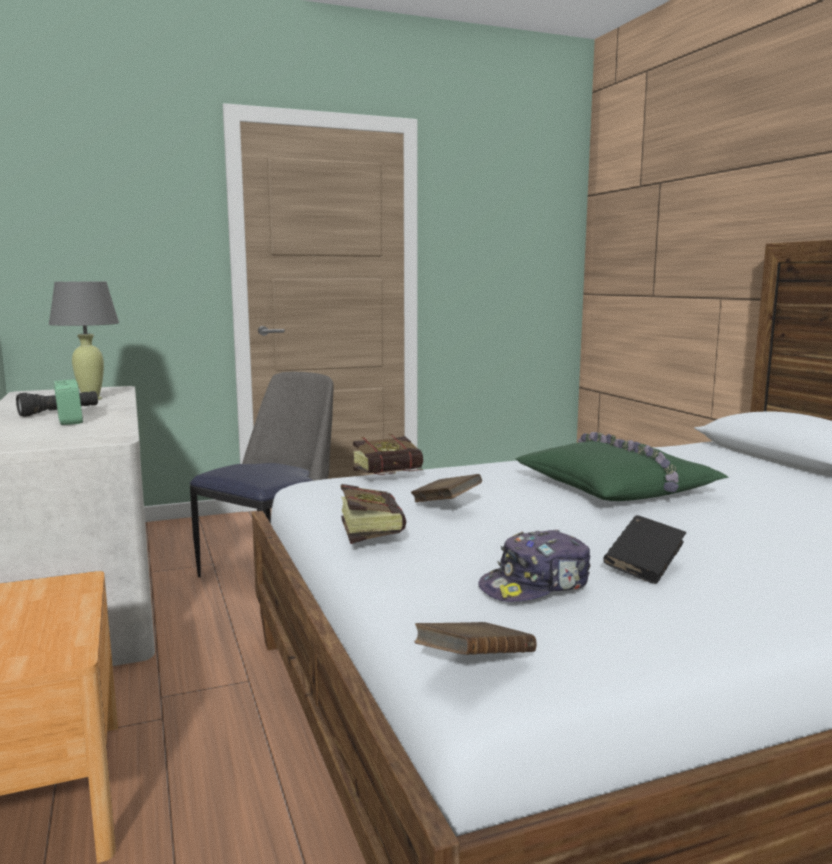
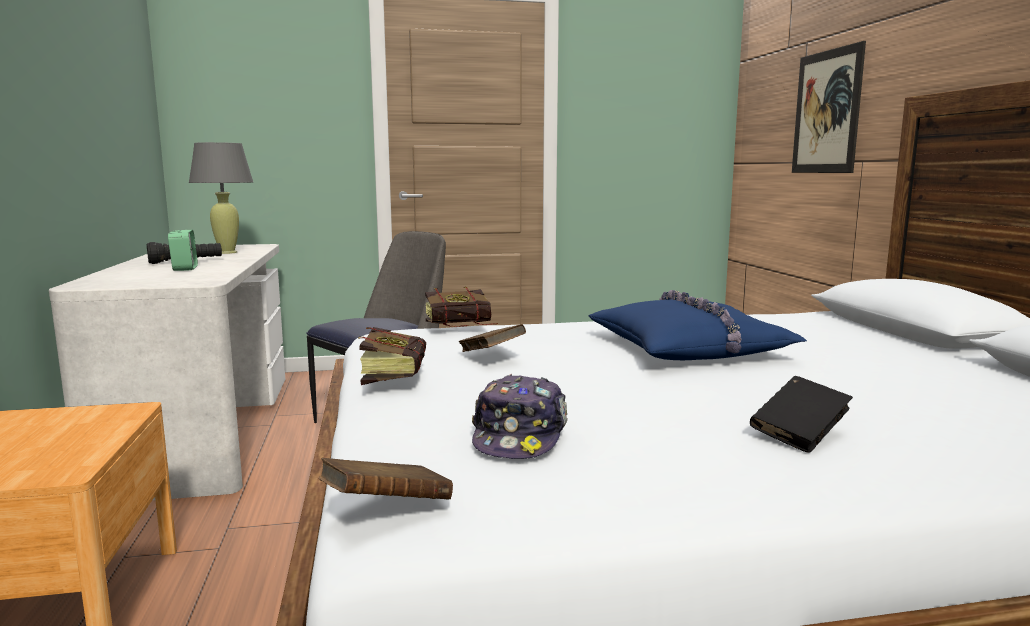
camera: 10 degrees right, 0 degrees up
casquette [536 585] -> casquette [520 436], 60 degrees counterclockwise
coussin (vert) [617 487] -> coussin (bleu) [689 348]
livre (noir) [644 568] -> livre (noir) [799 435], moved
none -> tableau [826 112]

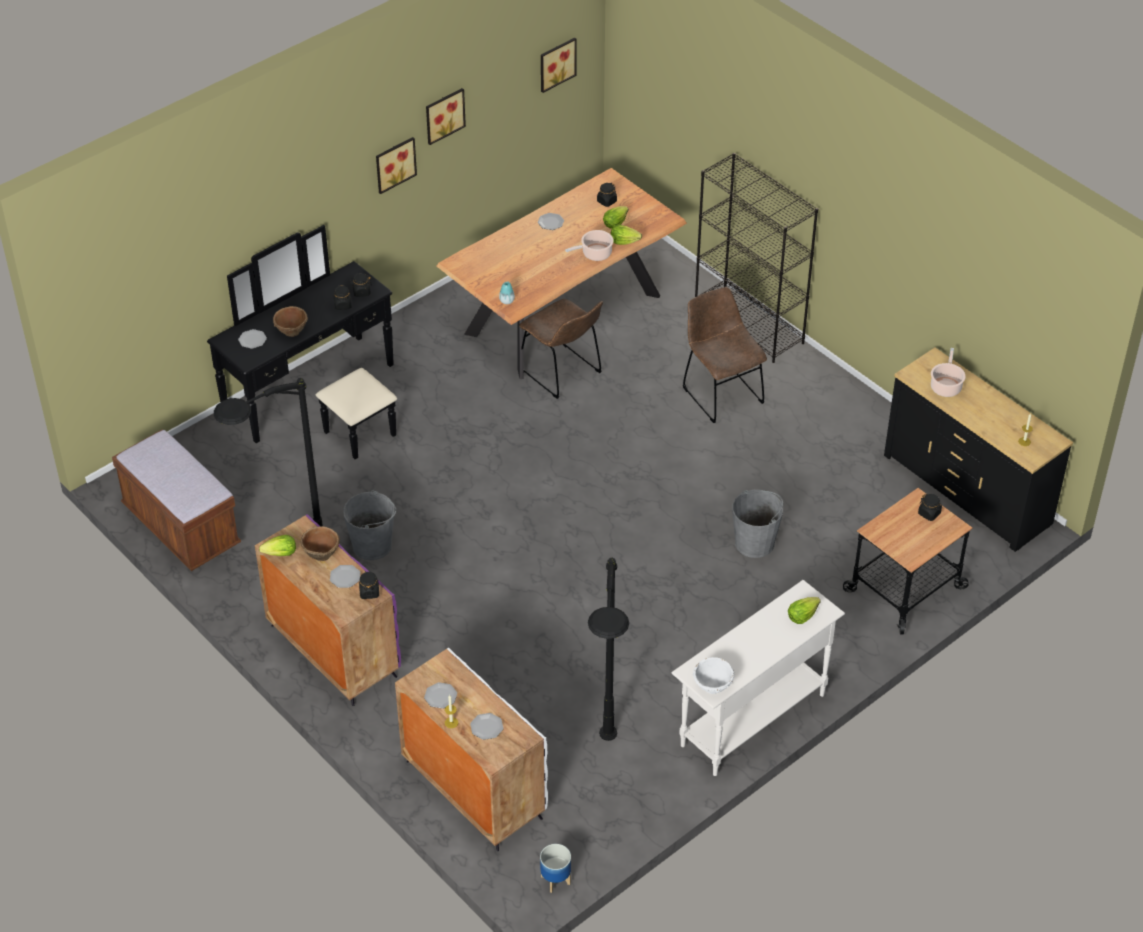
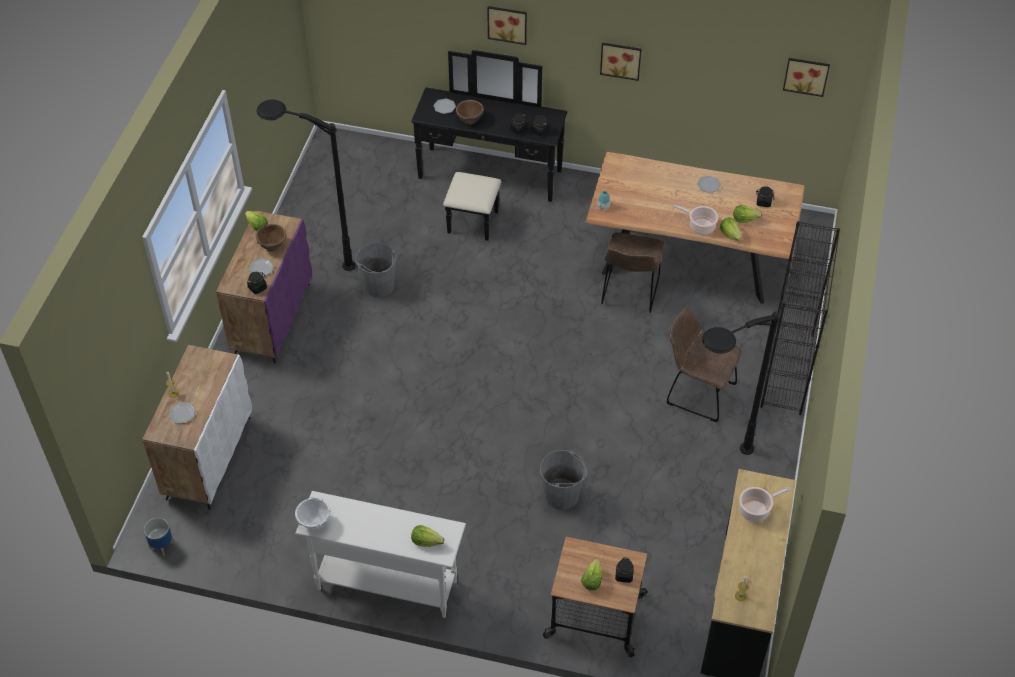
camera: 55 degrees right, 5 degrees up
banc (marron) [181 527] -> none
assiette [440 696] -> none
tableau [443 115] -> tableau [507 23], moved
lampadaire (noir) [606 780] -> lampadaire (noir) [710 469], moved
chaise (marron) [720 393] -> chaise (marron) [697 392], 90 degrees counterclockwise
none -> laitue [592 580]

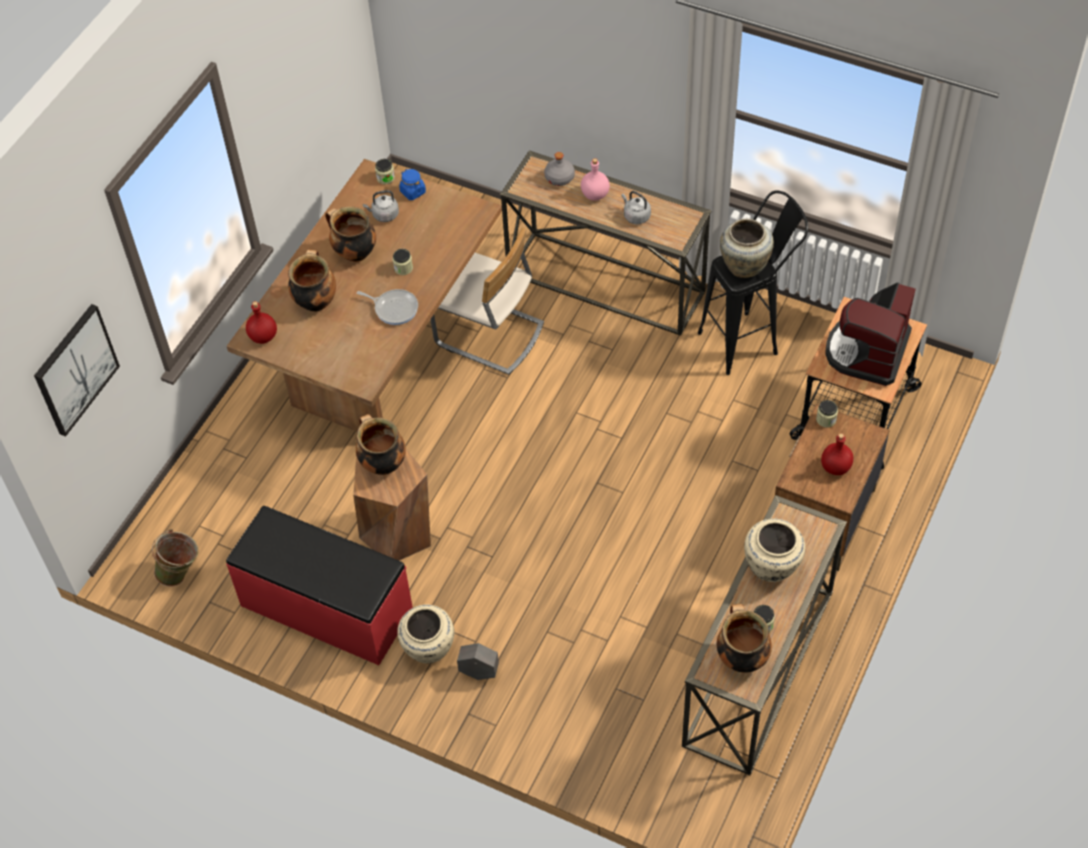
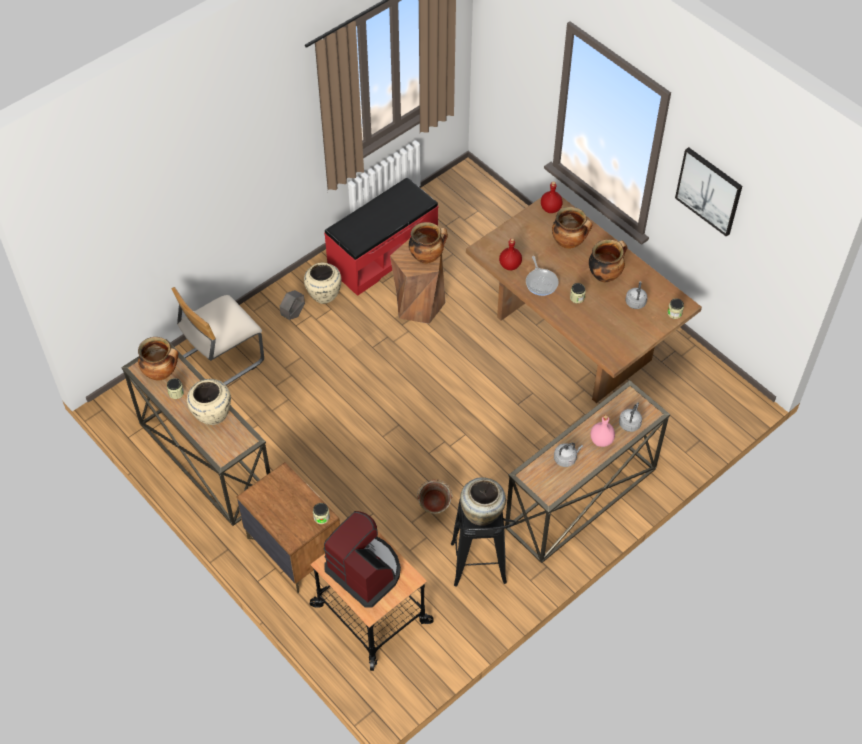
camera: 110 degrees right, 0 degrees up
tableau [75 369] -> tableau [709 191], moved
seau (vert) [181 573] -> seau (vert) [434 511], moved
poêle [394 308] -> poêle [541 282], 60 degrees counterclockwise
bocal (bleu) [412 192] -> none
chaise (beige) [489 335] -> chaise (beige) [221 360], moved
bouteille (gris) [559 178] -> bouilloire (gris) [630 423]
bouteille (rouge) [835 467] -> bouteille (rouge) [510 265], moved

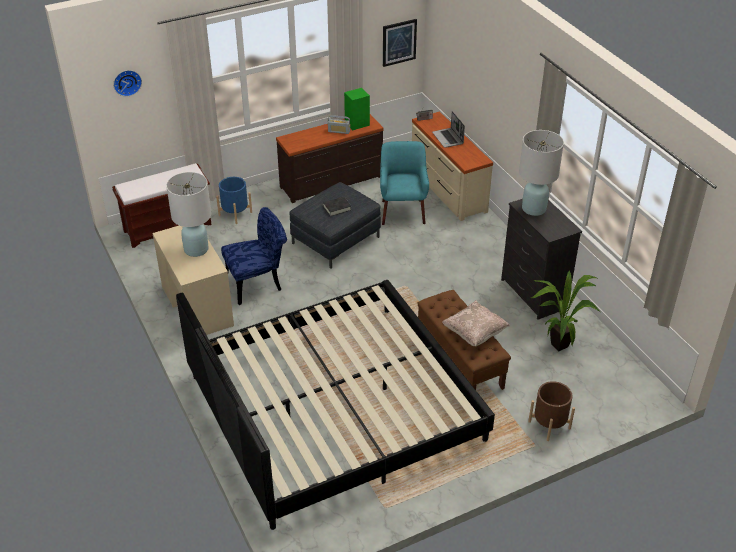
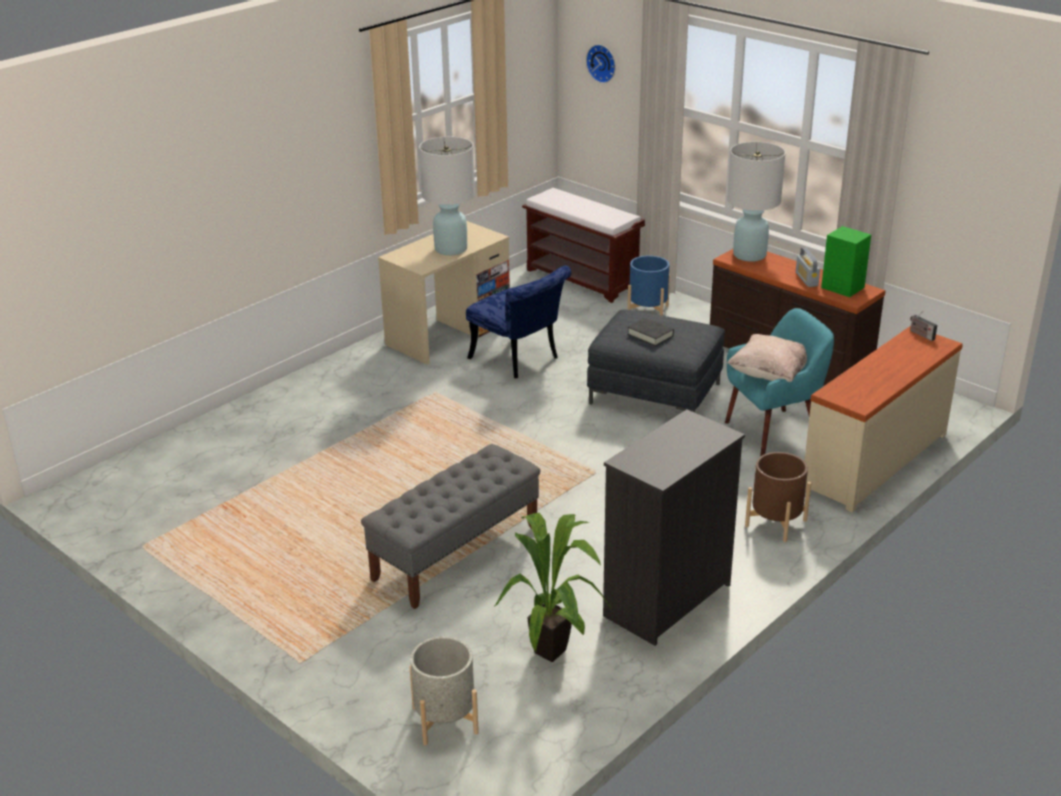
camera: 70 degrees right, 10 degrees down
lit [334 407] -> none
tableau [399 42] -> none
banc (marron) [459 360] -> banc (gris) [456 553]
ordinateur portable [448 138] -> none
coussin (beige) [474 333] -> coussin (beige) [769 374], moved
lampe de table (blanc) [533 209] -> lampe de table (blanc) [749 255], moved
cache-pot (marron) [549 425] -> cache-pot (marron) [776 523], moved
none -> cache-pot (gris) [445 720]

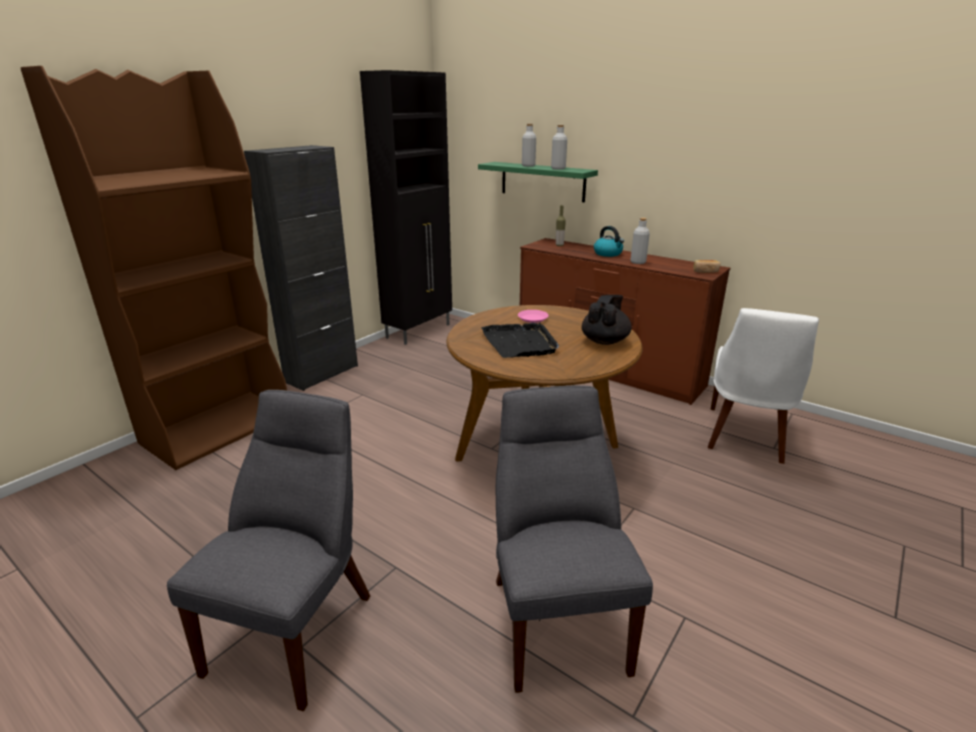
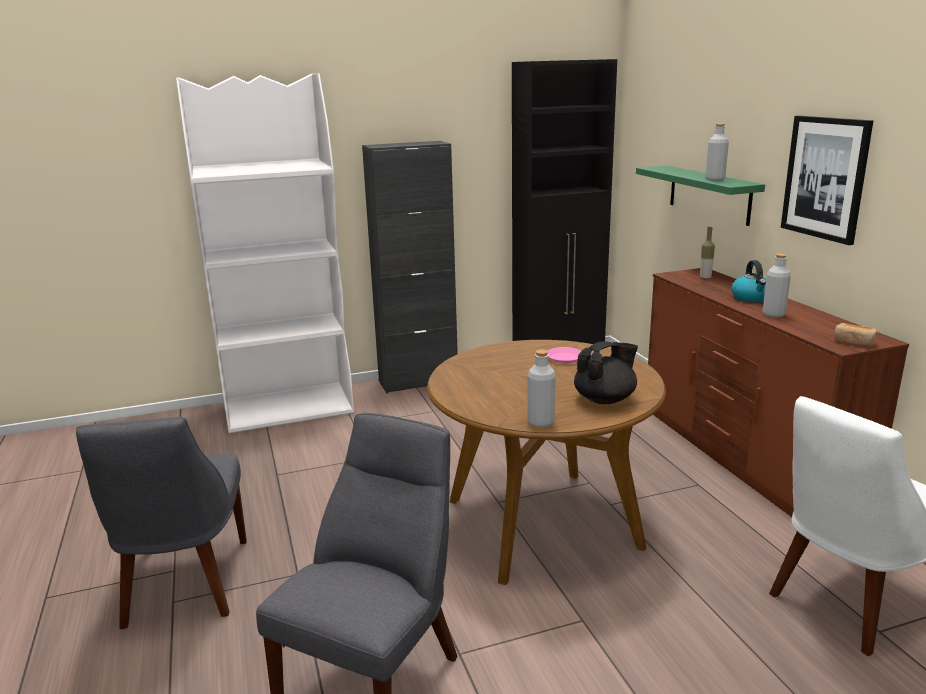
camera: 35 degrees right, 5 degrees down
bibliothèque (marron) [218 428] -> bibliothèque (blanc) [290 408]
chaise (gris) [297 627] -> chaise (gris) [184 586], 120 degrees clockwise
plateau (noir) [520 343] -> none
bouteille (gris) [528 165] -> bouteille (gris) [540 422], moved
none -> tableau [825 178]

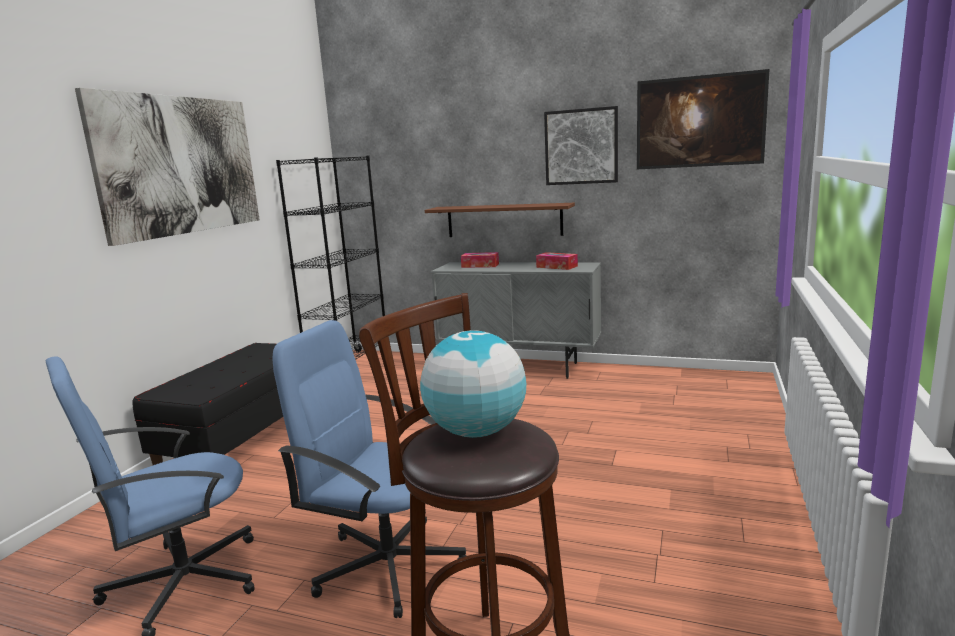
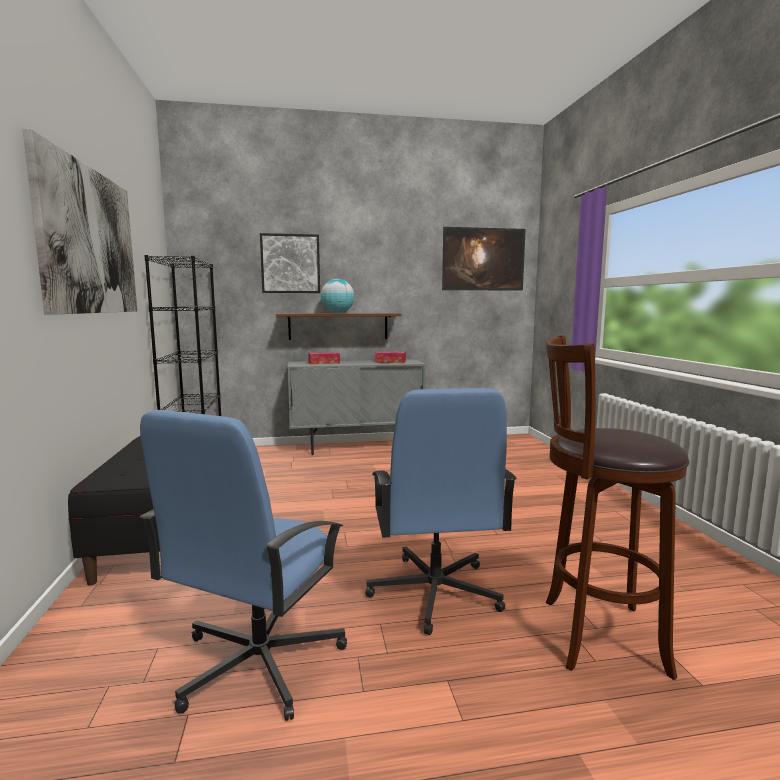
camera: 30 degrees left, 5 degrees down
chaise de bureau (bleu) [387 564] -> chaise de bureau (bleu) [434 593], 90 degrees counterclockwise
globe [476 432] -> globe [337 313], moved
tableau [581 146] -> tableau [290 264], moved

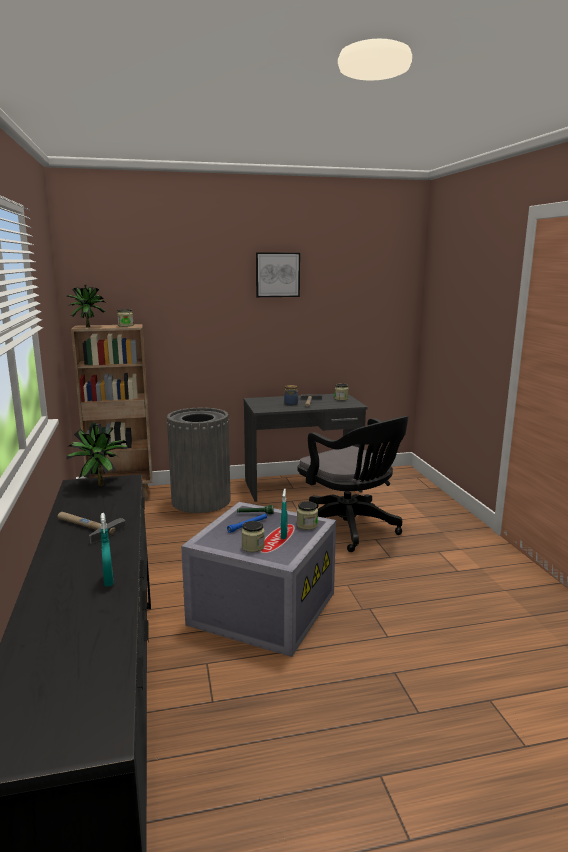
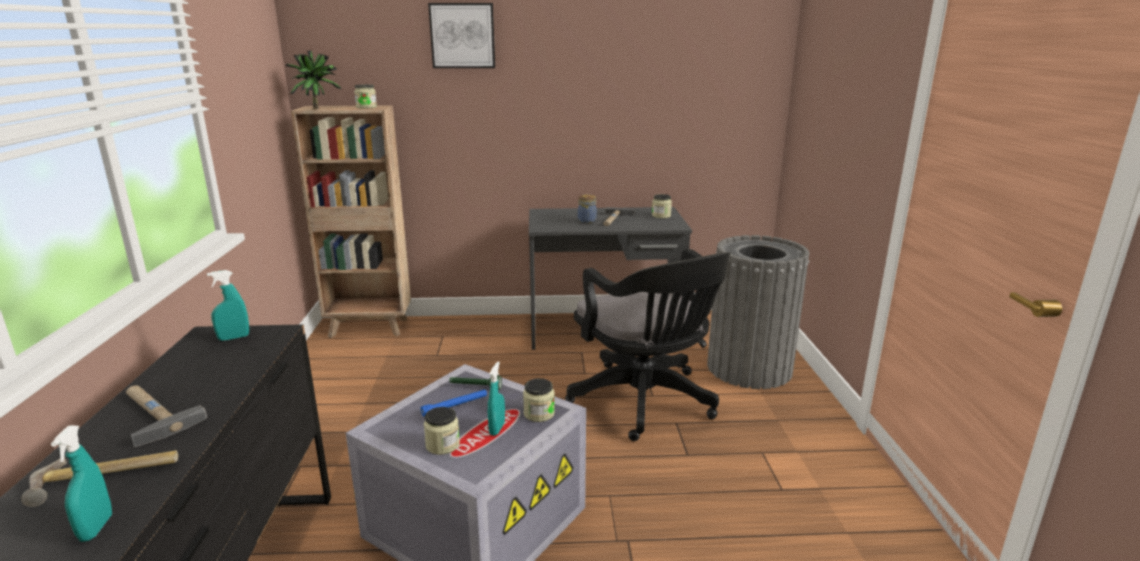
camera: 10 degrees right, 5 degrees up
plante en pot [99 484] -> vaporisateur (turquoise) [234 338]
poubelle (gris) [201 501] -> poubelle (gris) [749 368], moved
tableau [277 275] -> tableau [462 36], moved
none -> marteau [106 478]

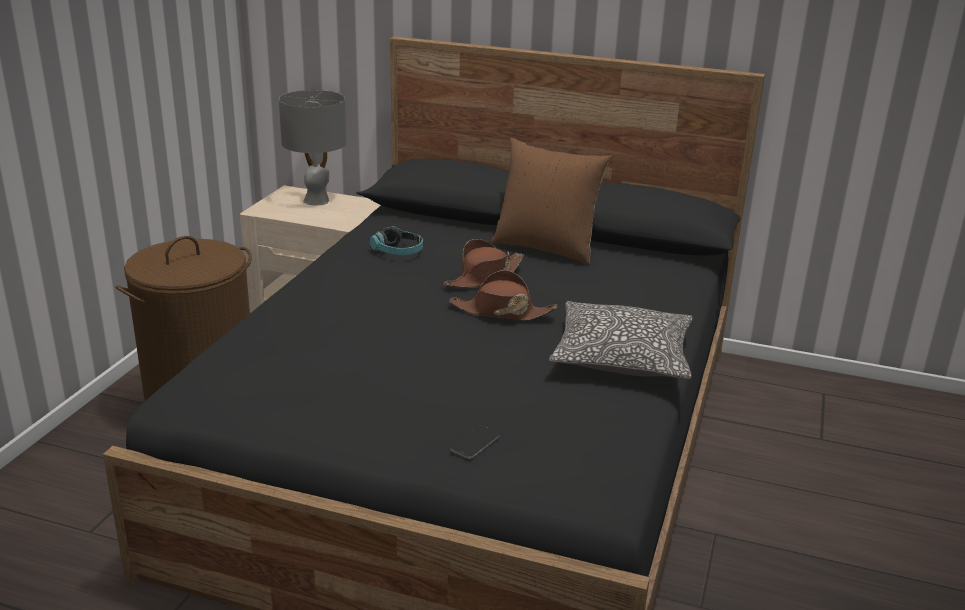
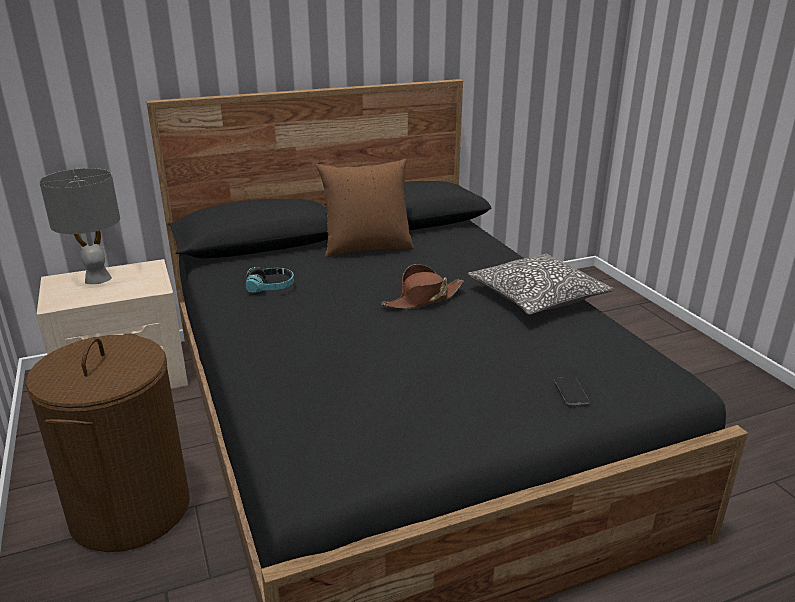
camera: 40 degrees left, 0 degrees up
chapeau (marron) [484 276] -> none

